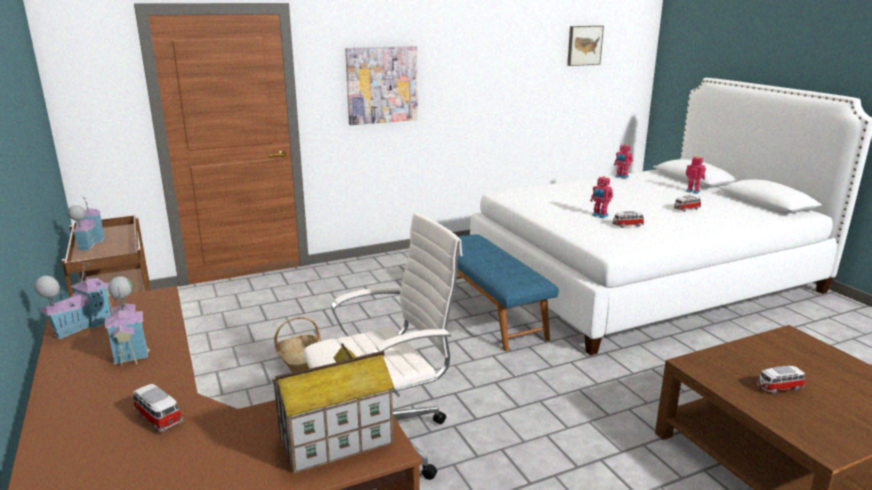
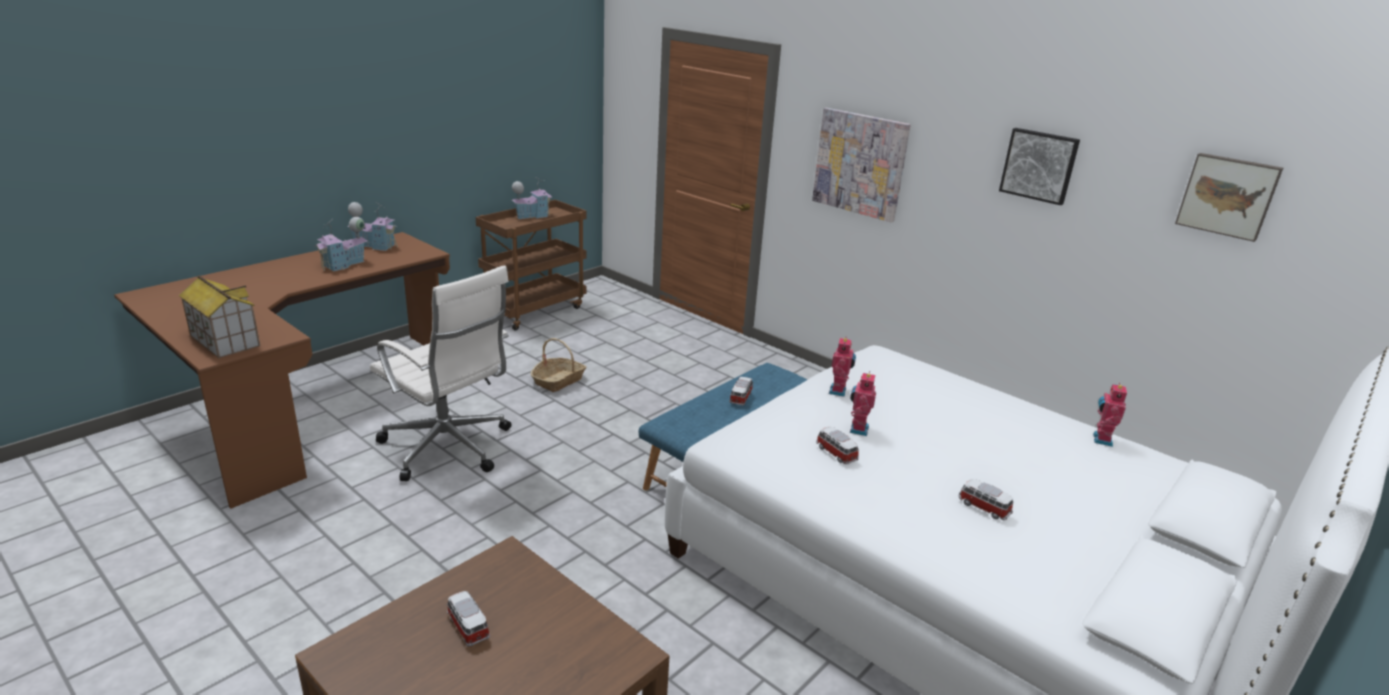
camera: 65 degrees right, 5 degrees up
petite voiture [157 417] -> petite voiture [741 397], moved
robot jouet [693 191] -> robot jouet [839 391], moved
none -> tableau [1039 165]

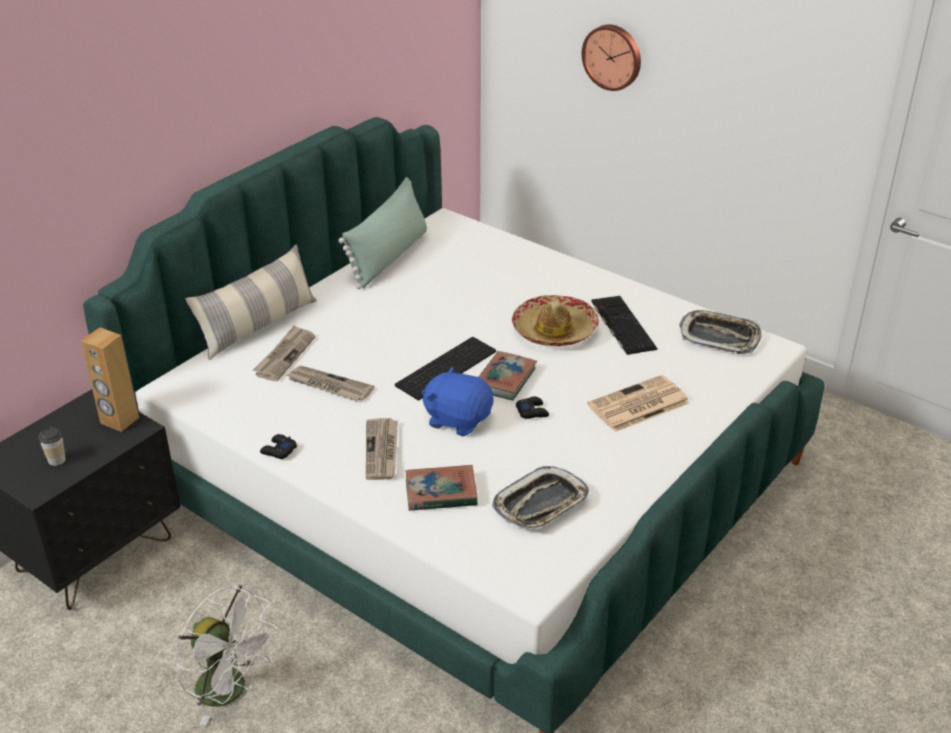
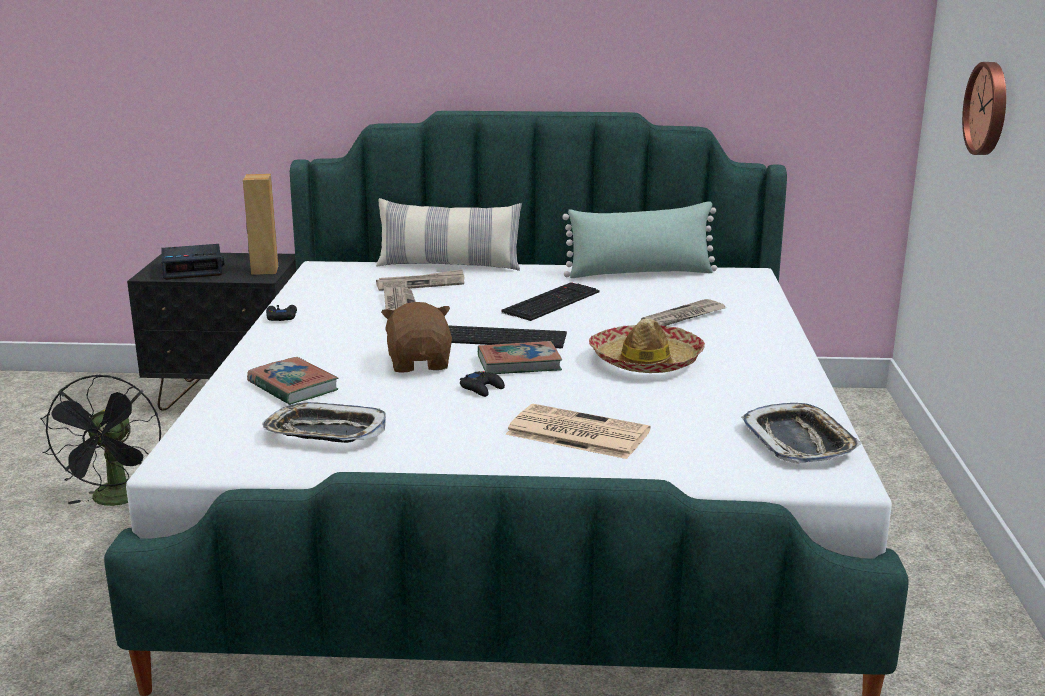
camera: 55 degrees right, 15 degrees down
tasse [56 460] -> réveil [193 269]
ventilateur (blanc) [230 691] -> ventilateur (noir) [117 501]
journal [382 451] -> journal [684 317], moved
peluche (bleu) [458 419] -> peluche (marron) [420 363]
clavier [621 324] -> clavier [551 301], moved

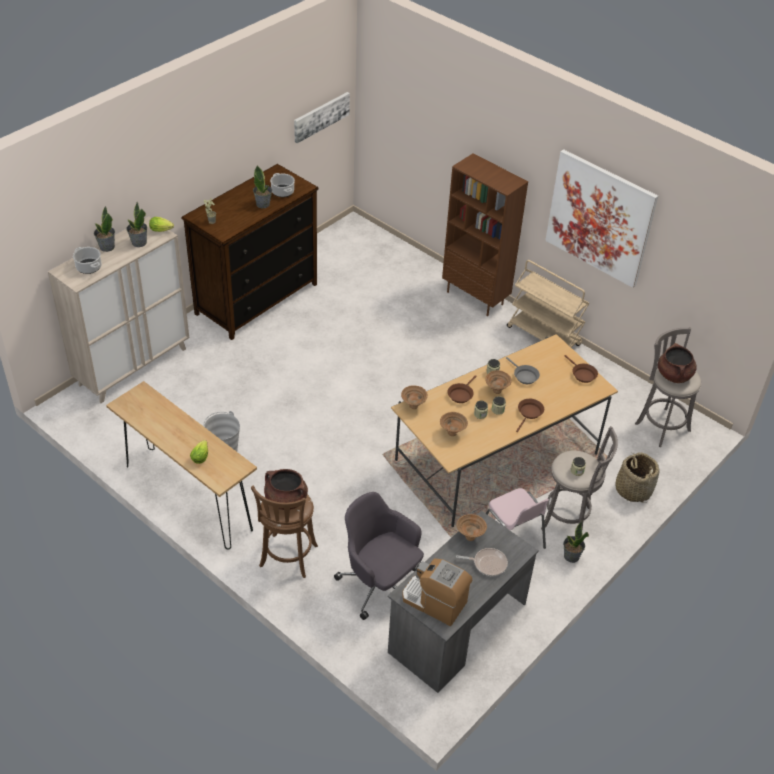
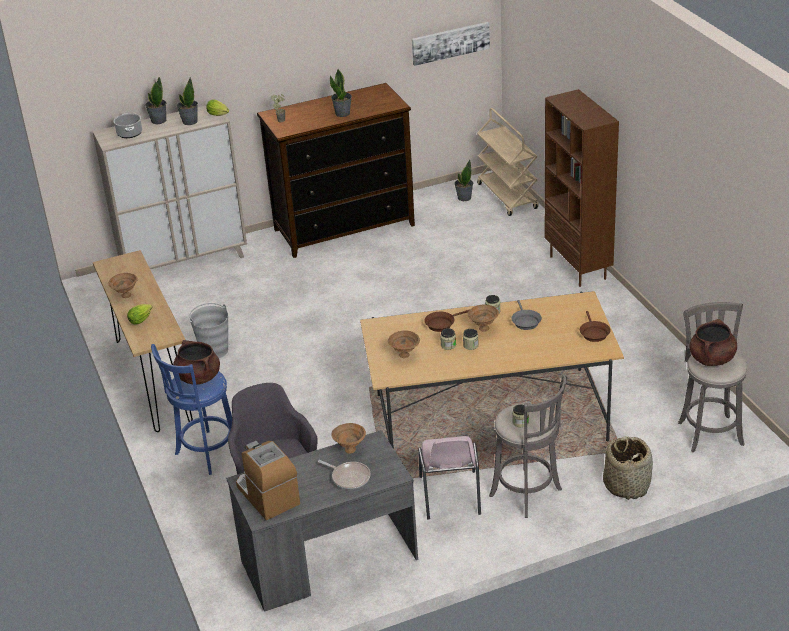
camera: 30 degrees right, 10 degrees down
tabouret (marron) [287 558] -> tabouret (bleu) [206 454]
marmite [283 192] -> none
bol (marron) [413 406] -> bol (marron) [126 296], moved
chariot (beige) [544 336] -> chariot (beige) [507 196], moved
poêle (marron) [529 413] -> none
tableau [600 218] -> none
plante en pot [571 556] -> plante en pot [464 198], moved

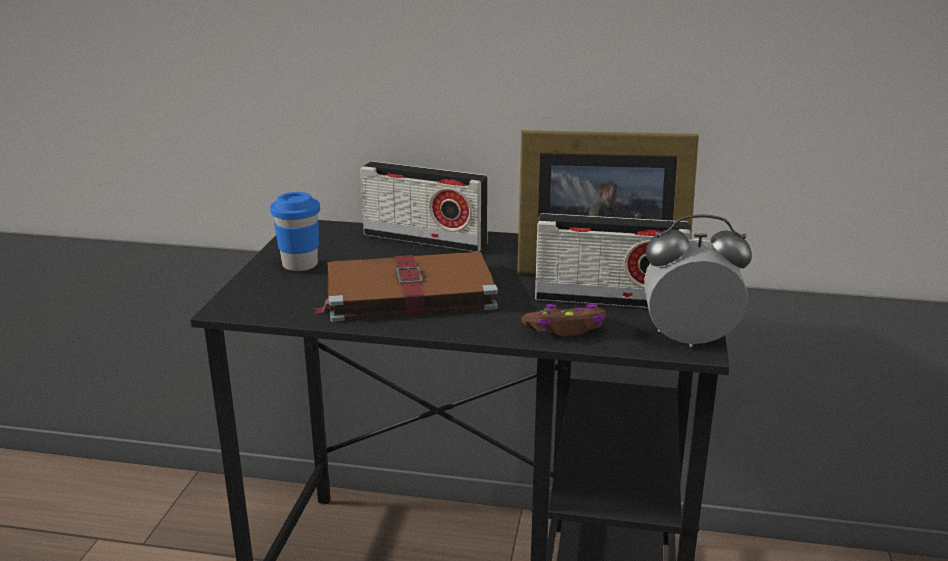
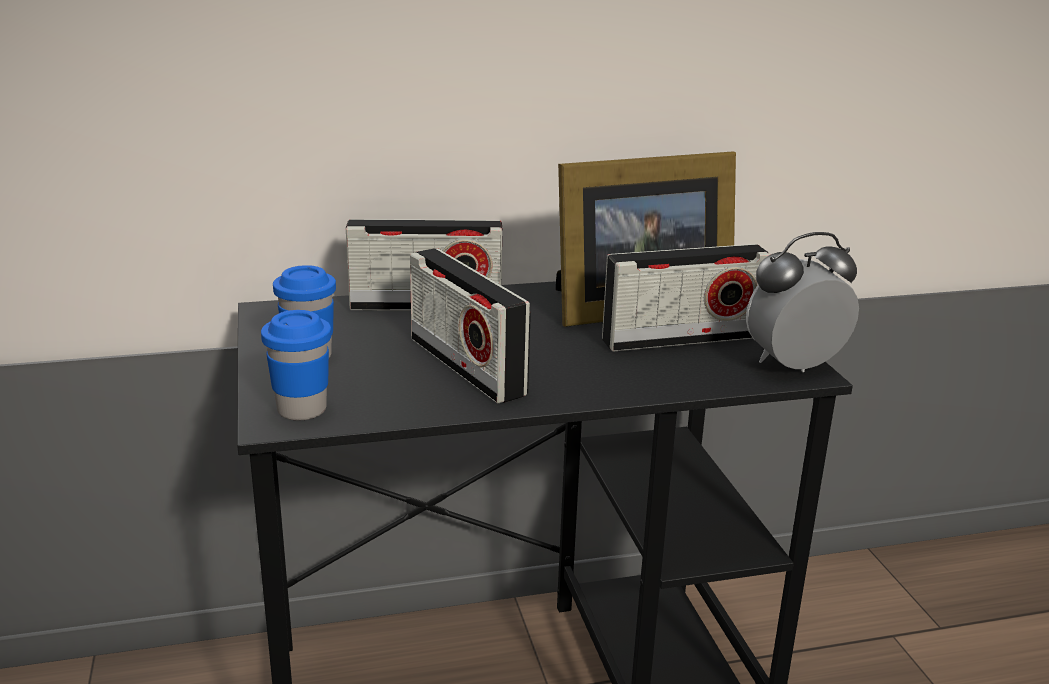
camera: 25 degrees left, 0 degrees up
livre (marron) [406 292] -> radio [466 366]
manette (marron) [566 329] -> none
none -> tasse (bleu) [302 410]

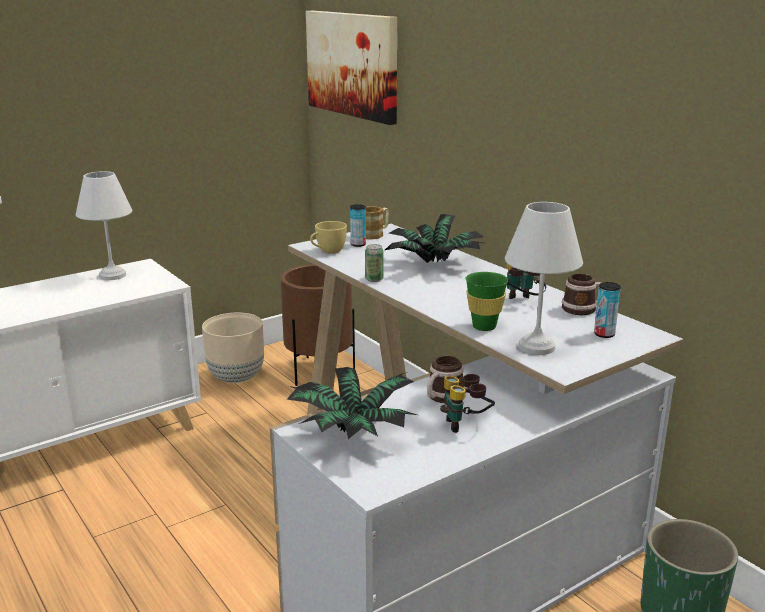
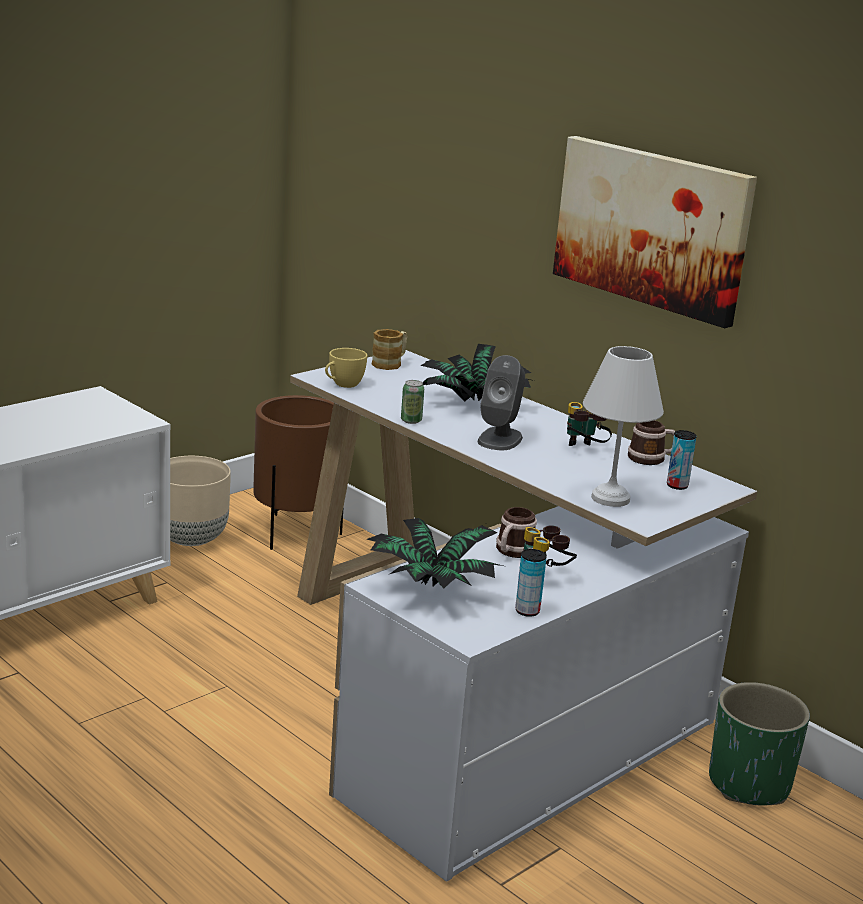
camera: 10 degrees left, 0 degrees up
lampe de table (blanc) [112 275] -> none
tableau [353 64] -> tableau [652 228], moved
boîte métallique [358 244] -> boîte métallique [527 611], moved
tasse (vert) [484 326] -> none
none -> enceinte (gris) [500 439]

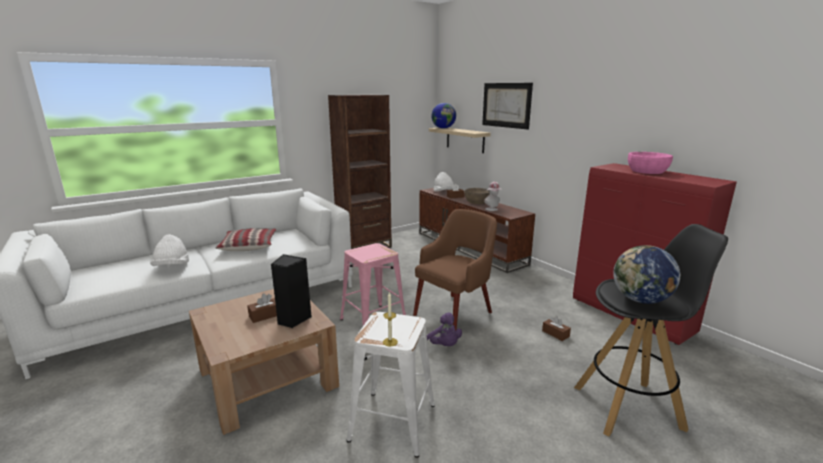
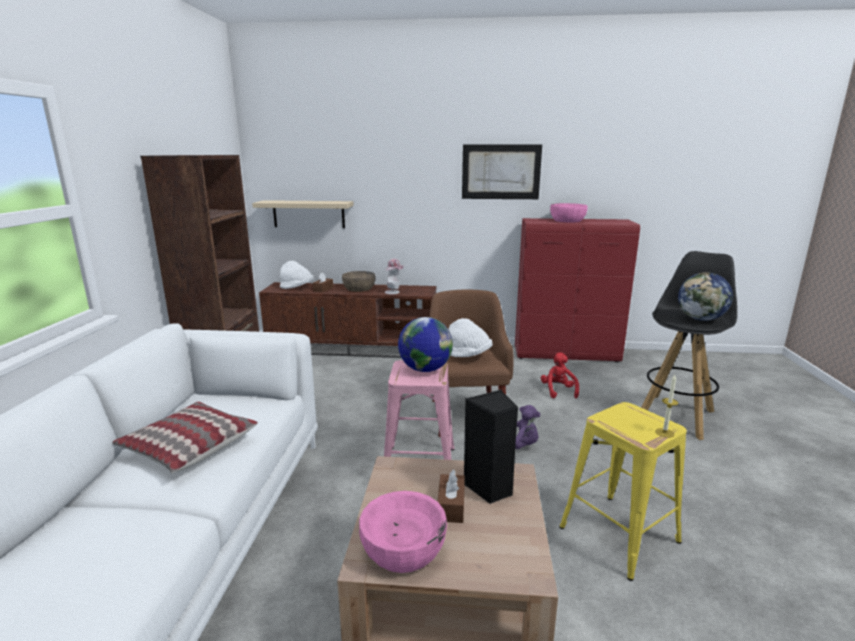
camera: 50 degrees left, 0 degrees up
chapeau (blanc) [172 267] -> chapeau (blanc) [468 355], moved
tabouret (blanc) [393 422] -> tabouret (jaune) [619 534]
globe [443 128] -> globe [425 369], moved
tableau [506 105] -> tableau [501 172], moved
boîte à mouchoirs (marron) [555 334] -> peluche (rouge) [558 391]
none -> bol (rose) [403 548]

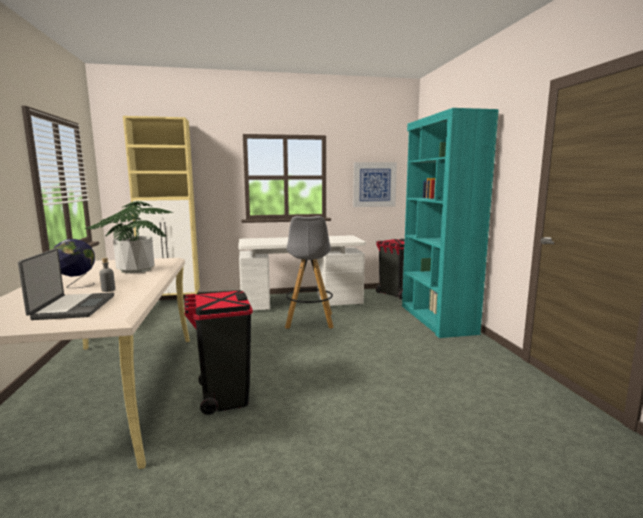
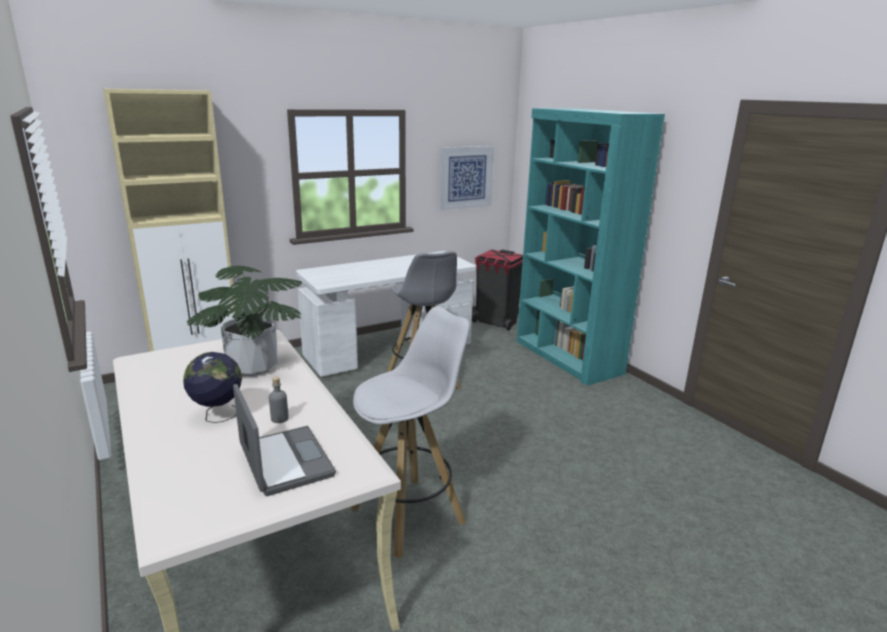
camera: 20 degrees left, 10 degrees up
poubelle (noir) [224 397] -> tabouret (blanc) [409 514]

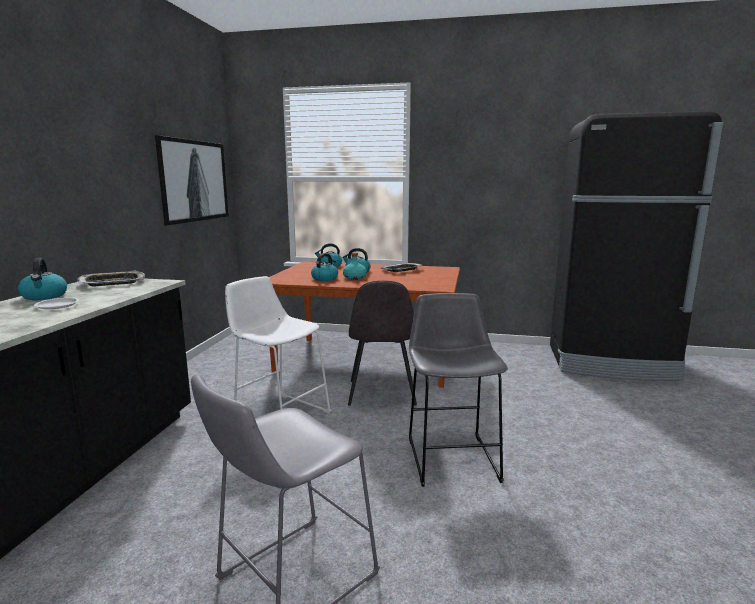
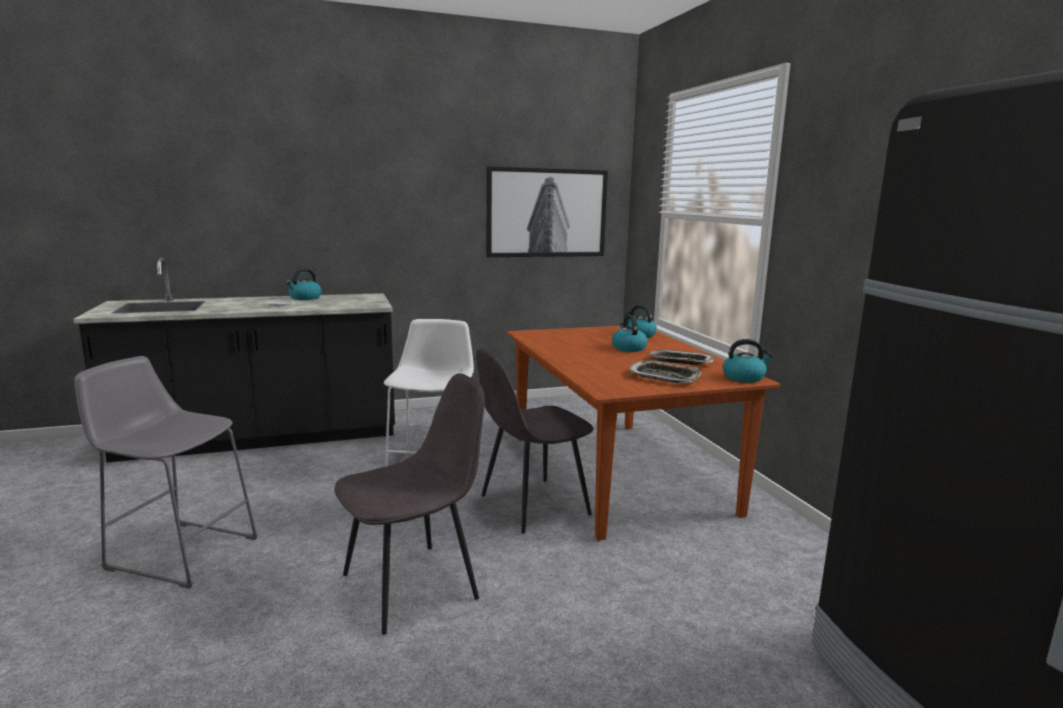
camera: 60 degrees right, 0 degrees up
plateau [113 283] -> plateau [664 377], moved
bouilloire [325 278] -> bouilloire [744 377], moved
bouteille (turquoise) [354 278] -> none
tabouret (gris) [451 455] -> chaise (gris) [413 585]

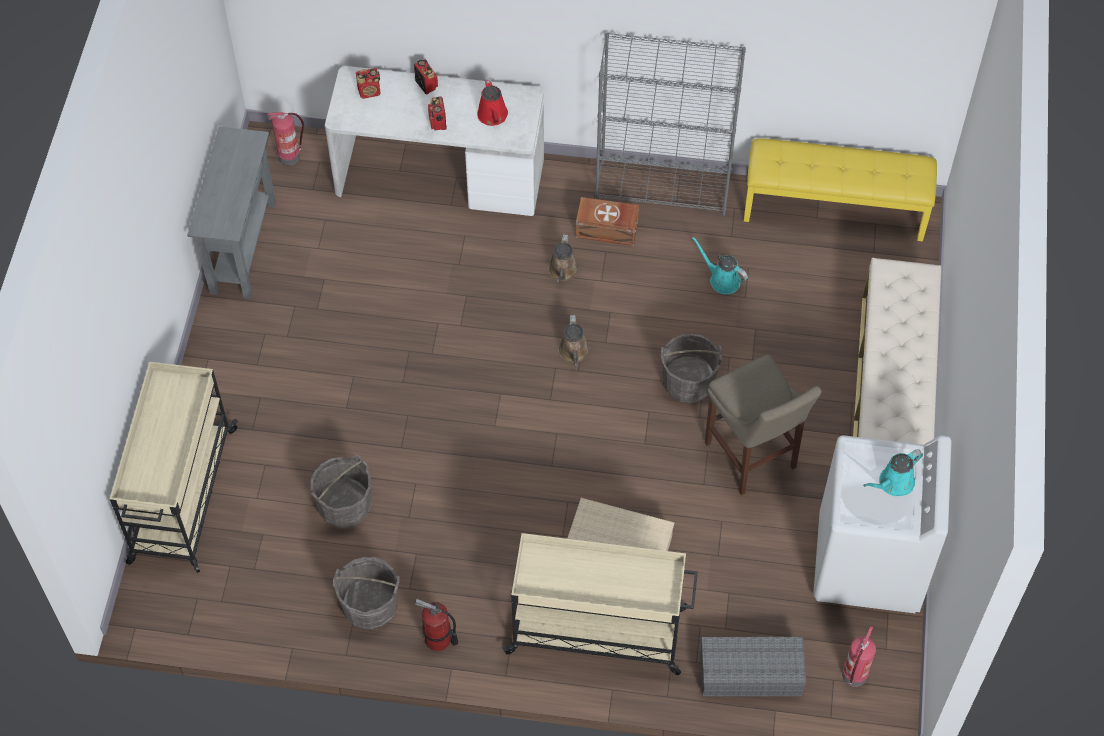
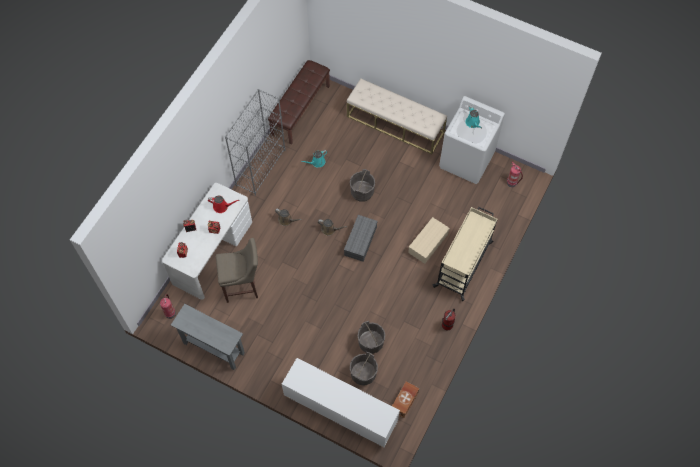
camera: 70 degrees left, 5 degrees up
chariot (beige) [182 497] -> meuble de rangement (blanc) [340 410]
seau (gris) [370 607] -> seau (gris) [363 374], moved
boîte de rangement (marron) [607 230] -> boîte de rangement (marron) [405 401], moved
boîte de rangement (gris) [752 672] -> boîte de rangement (gris) [360 240], moved
tabouret (beige) [752 459] -> tabouret (beige) [243 287], moved
banc (jaune) [835 209] -> banc (marron) [300 110]

